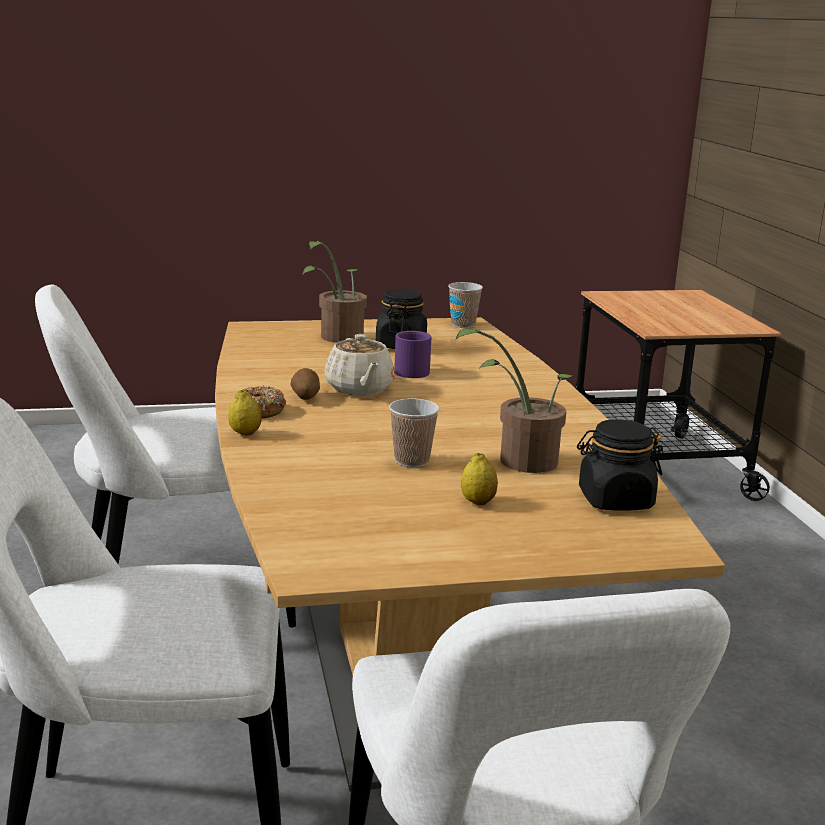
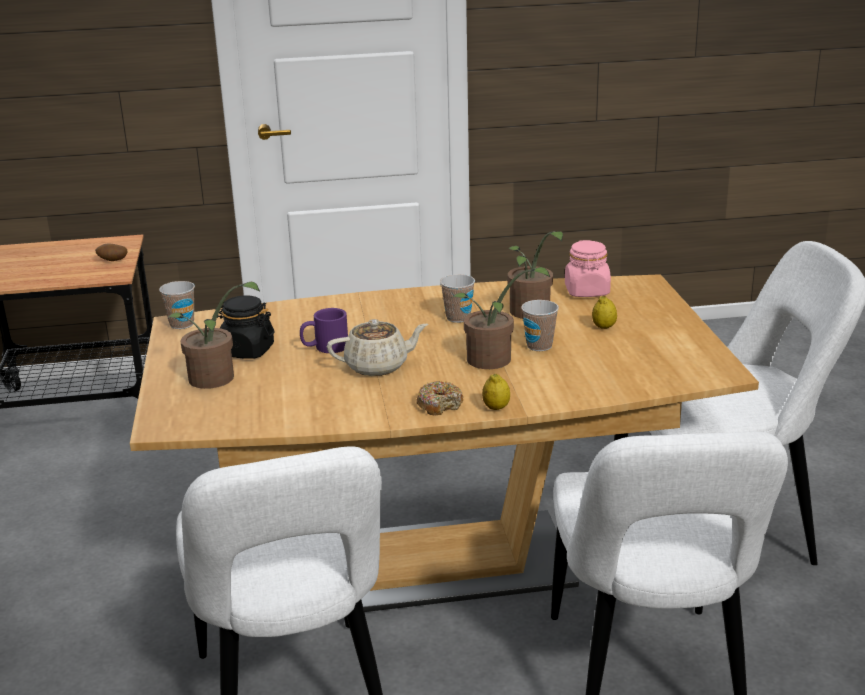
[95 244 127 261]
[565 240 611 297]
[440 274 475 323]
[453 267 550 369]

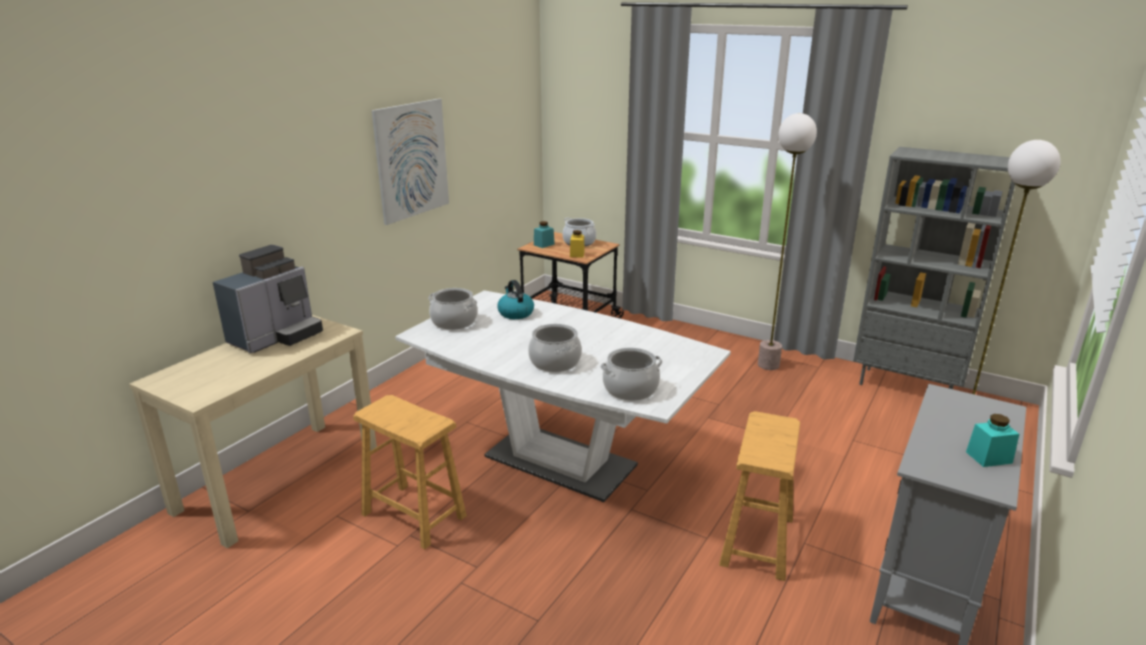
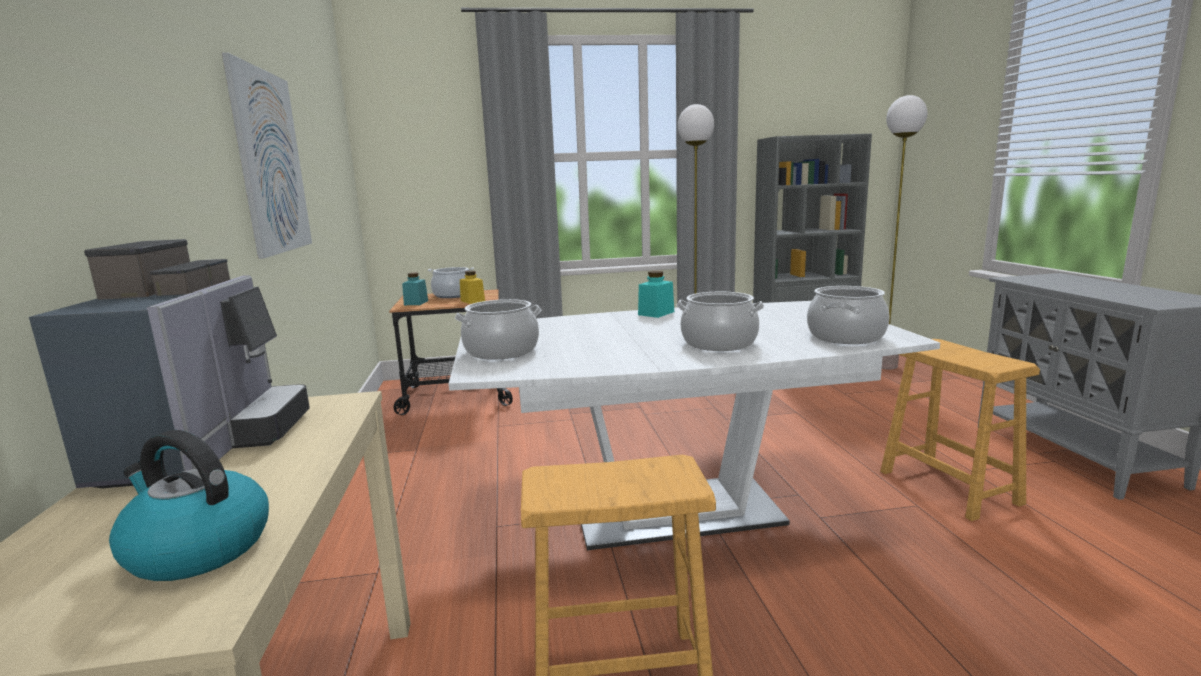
[109 430 269 581]
[638 271 674 318]

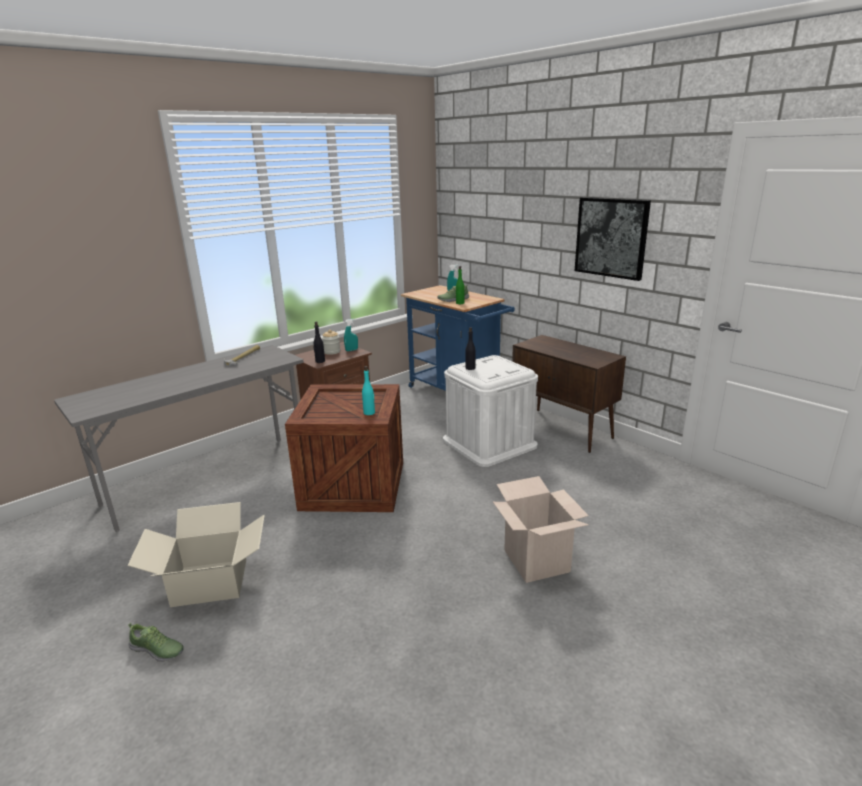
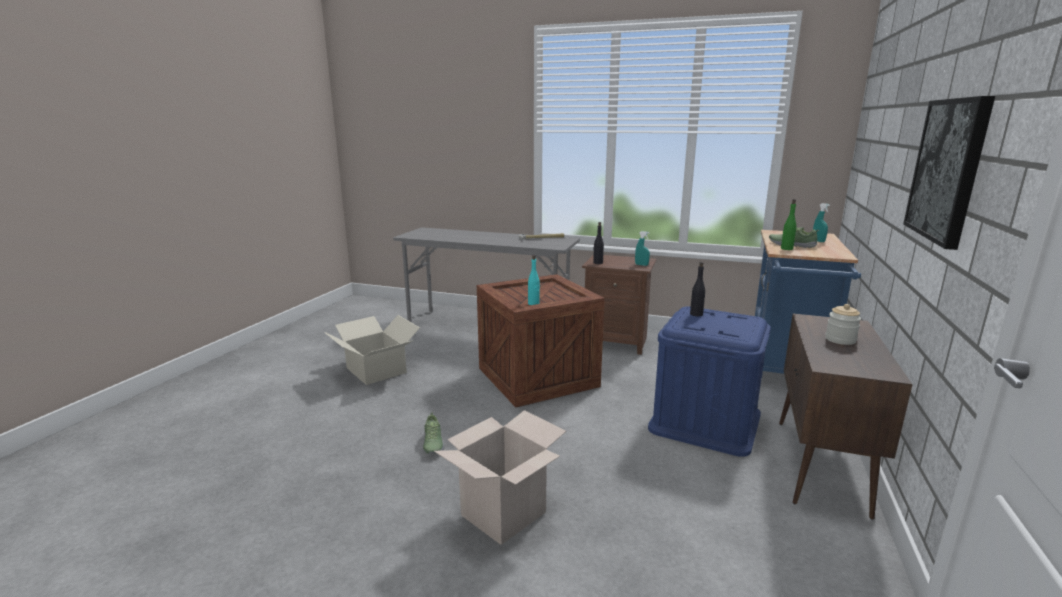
[422 412 444 455]
[825 304 861 345]
[648 306 771 457]

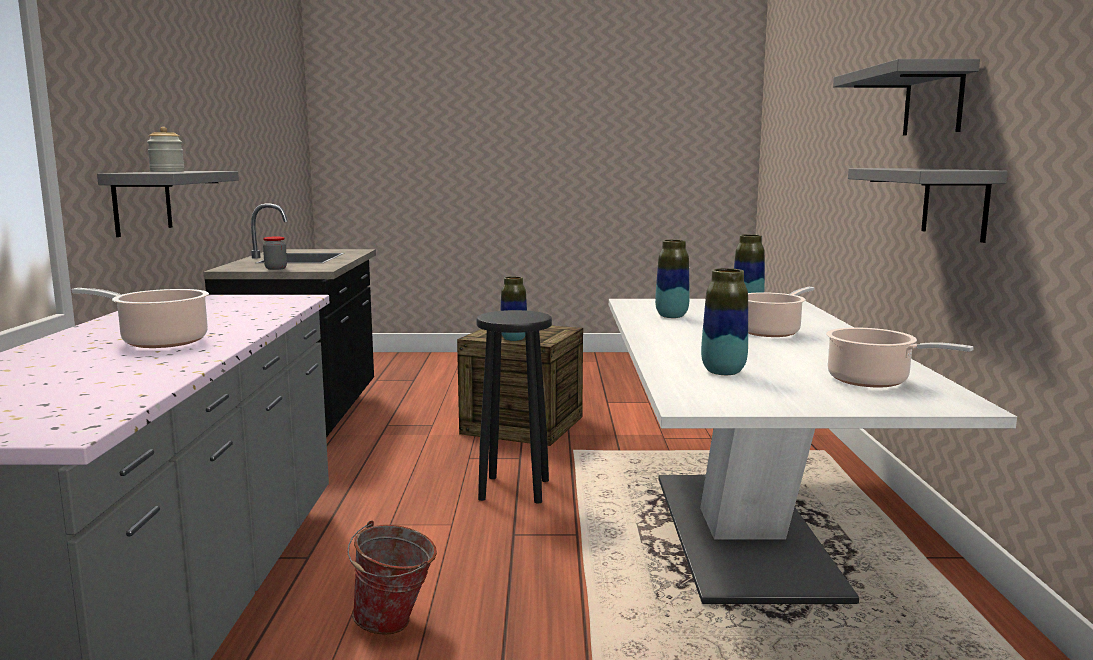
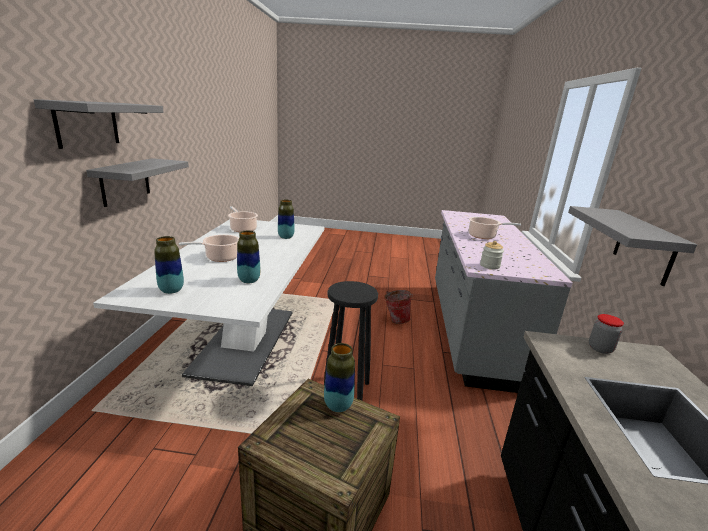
[480 241 504 269]

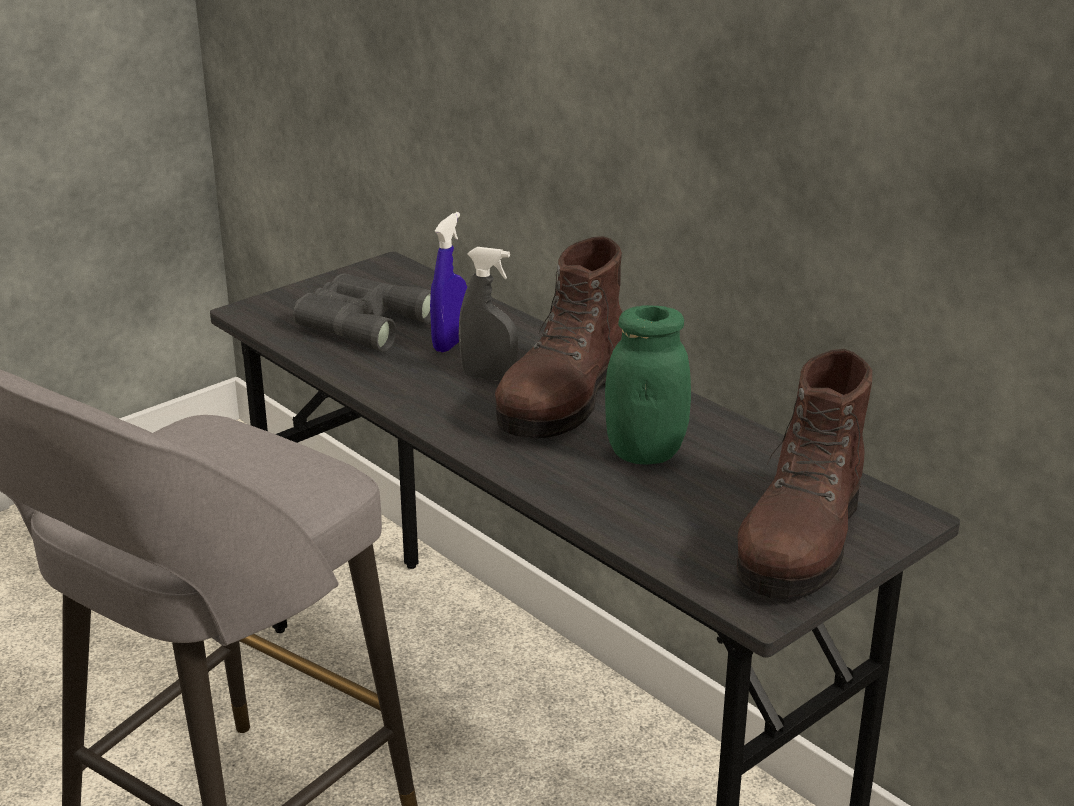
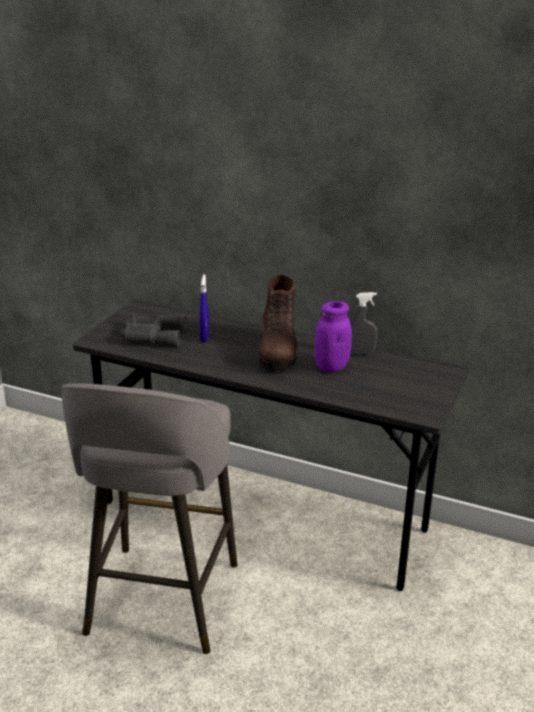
[350 292 377 354]
[314 301 352 372]
[737 349 872 599] (first image)

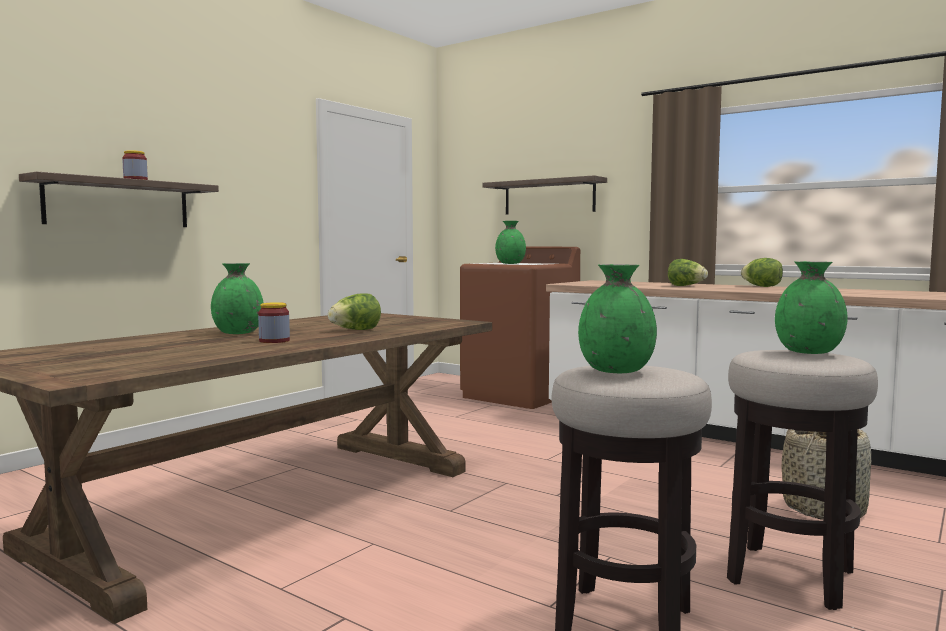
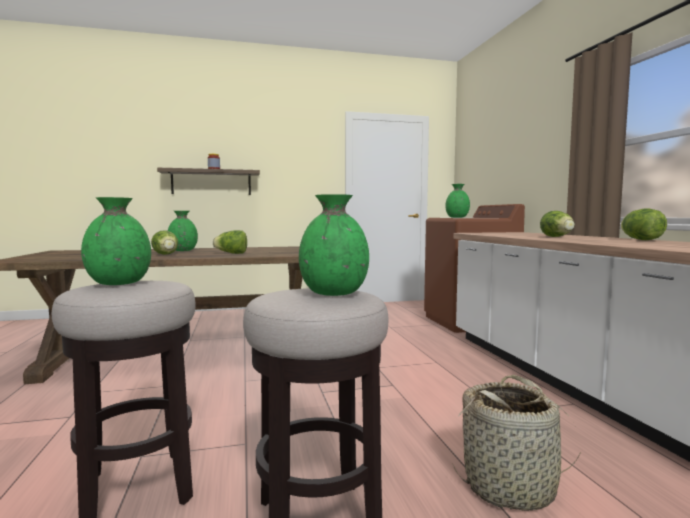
[151 230 178 255]
[482 175 607 214] (first image)

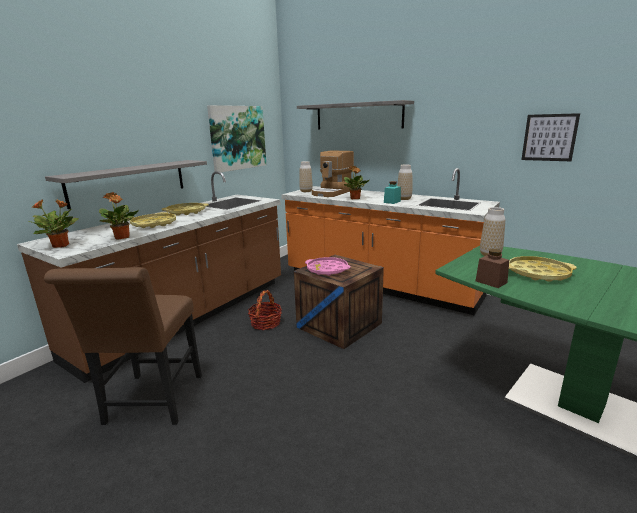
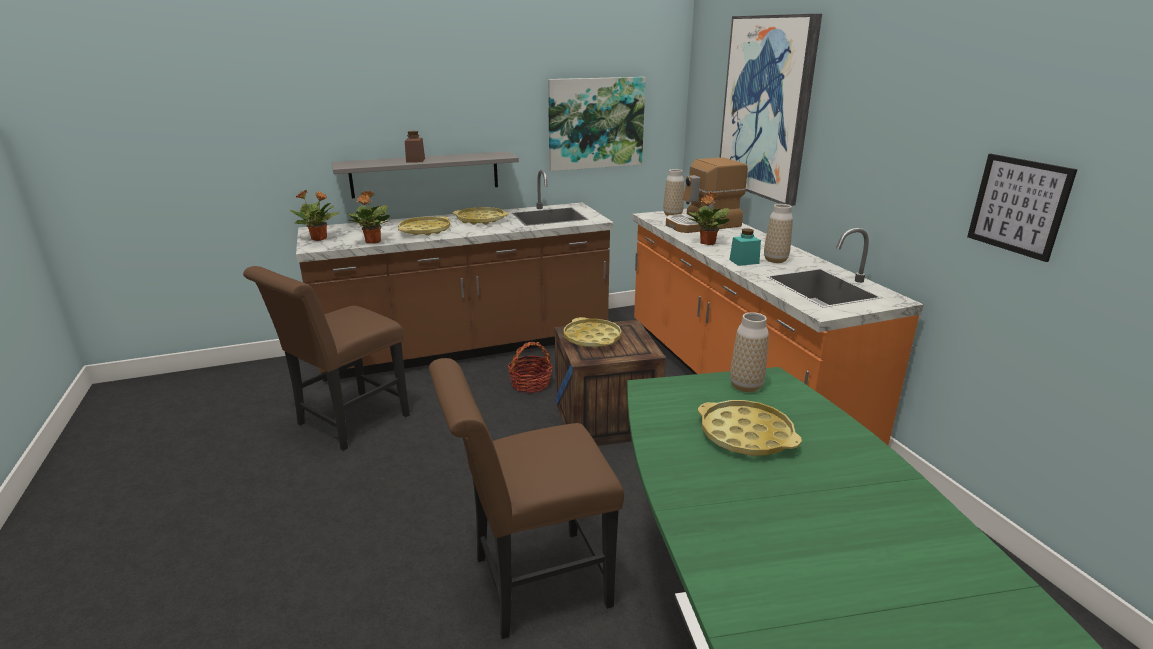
[720 14 822 206]
[564 317 621 347]
[405 131 425 163]
[429 358 624 639]

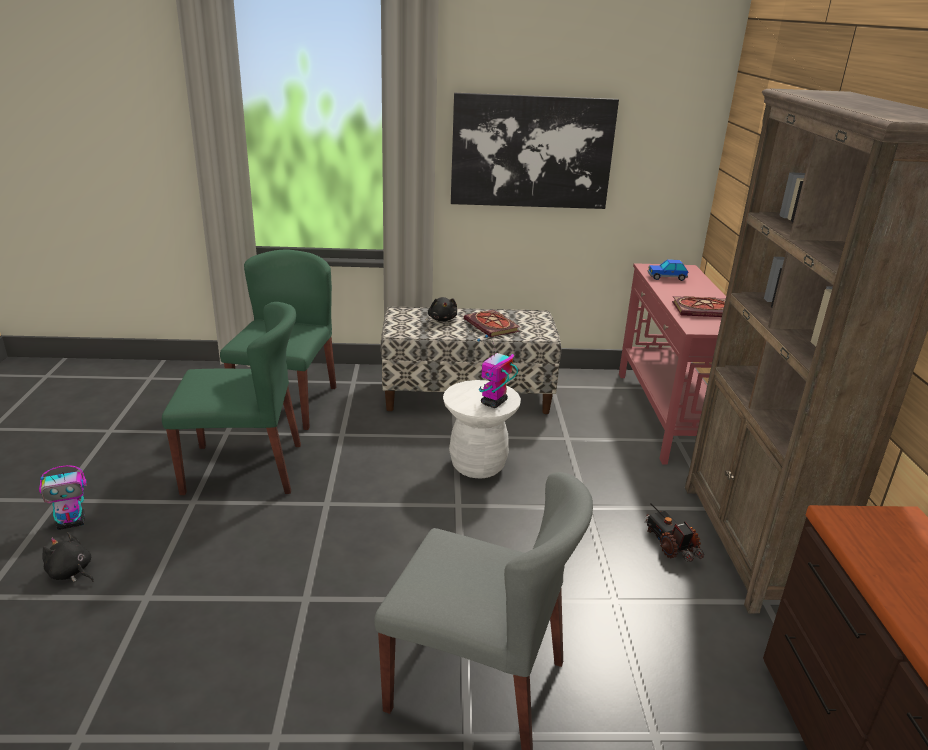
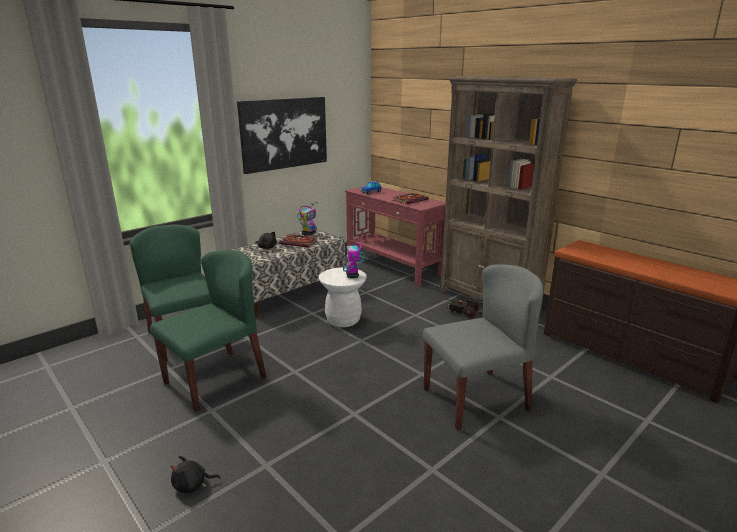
[297 202 318 236]

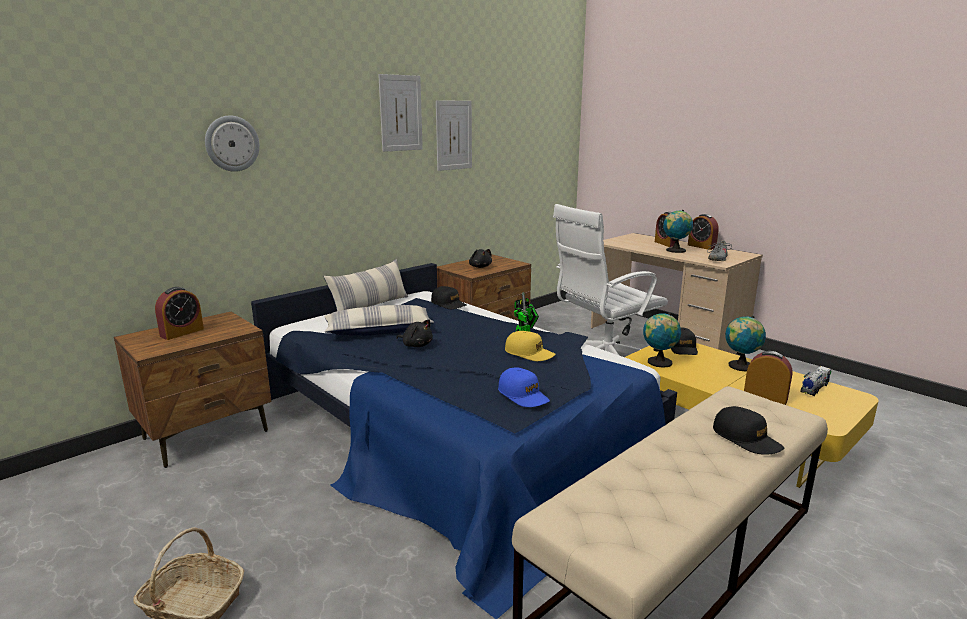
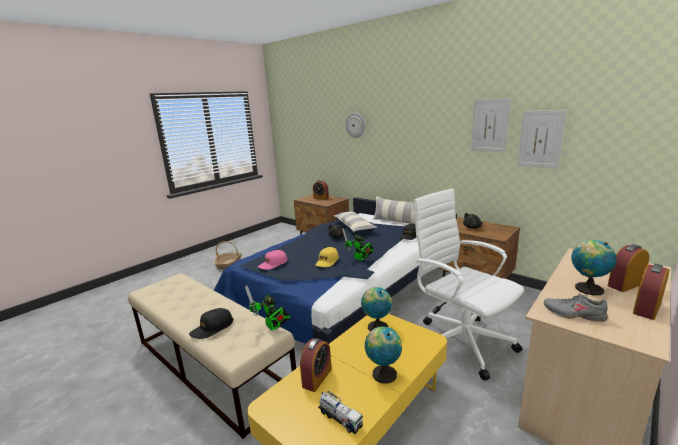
[518 110 567 168]
[258 250 287 270]
[671 328 698 355] (first image)
[245 286 291 330]

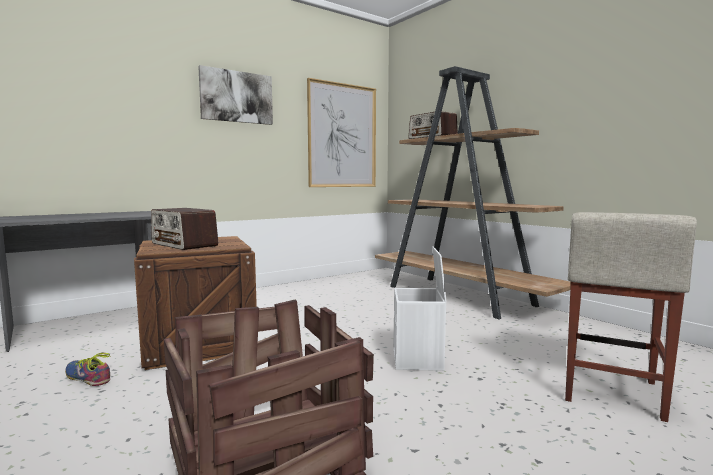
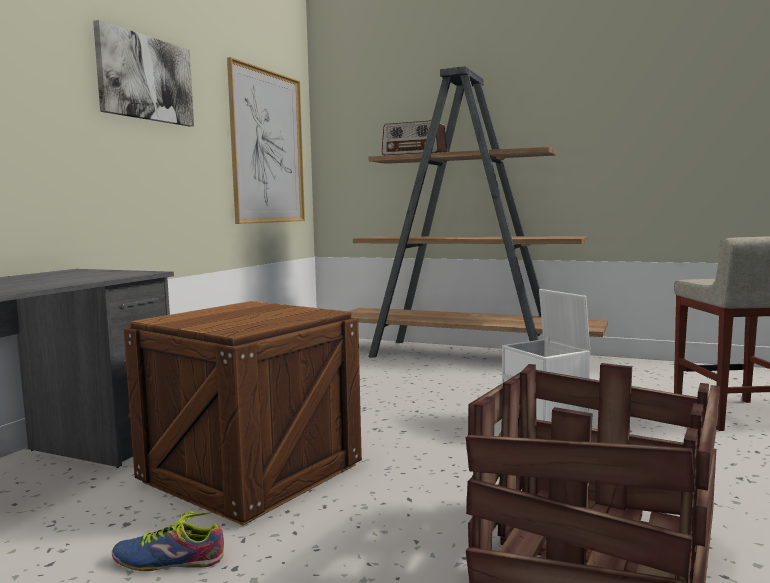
[151 208 218 250] (first image)

